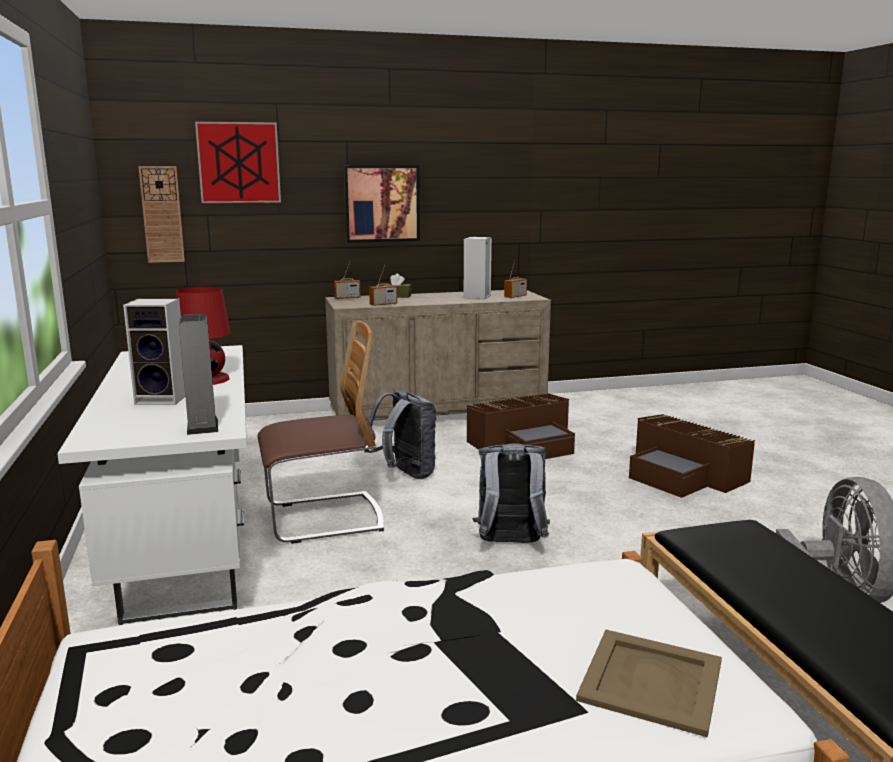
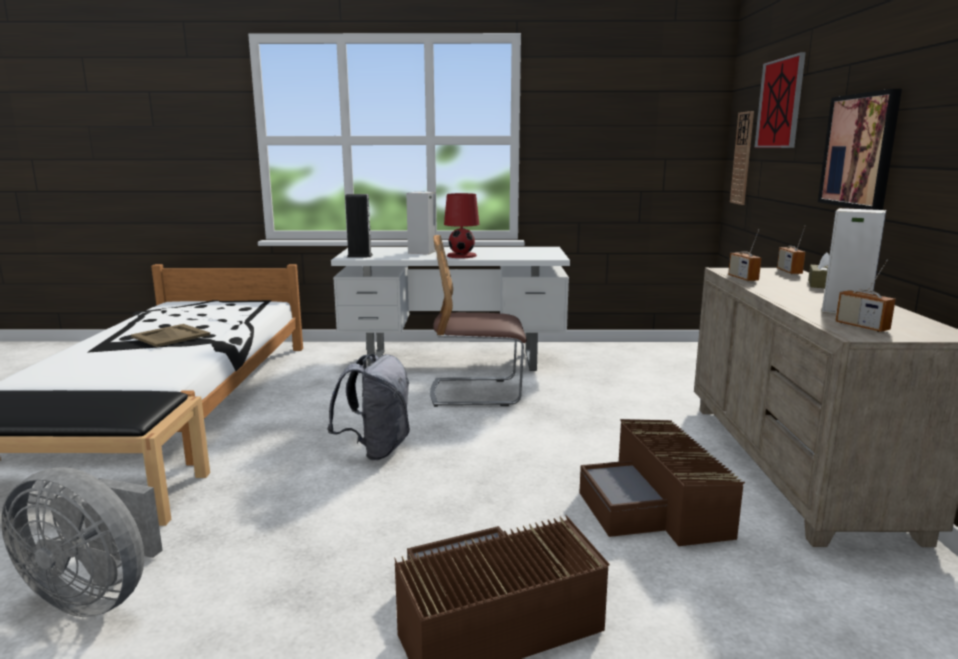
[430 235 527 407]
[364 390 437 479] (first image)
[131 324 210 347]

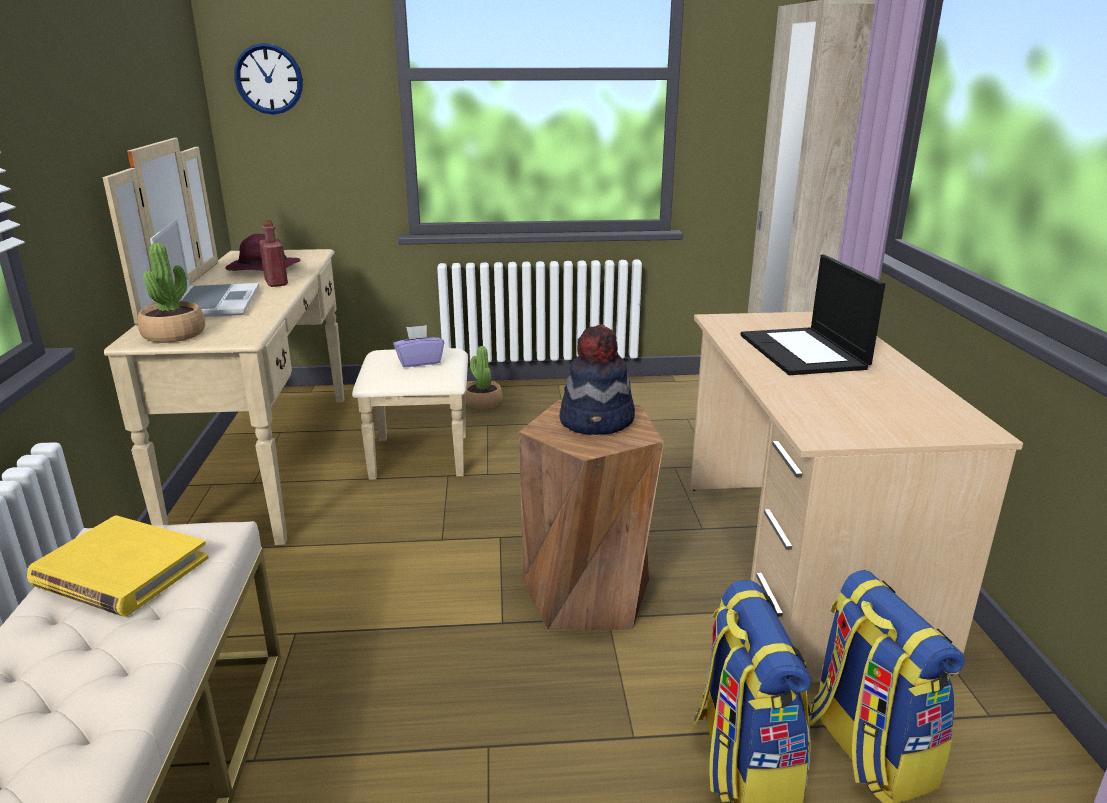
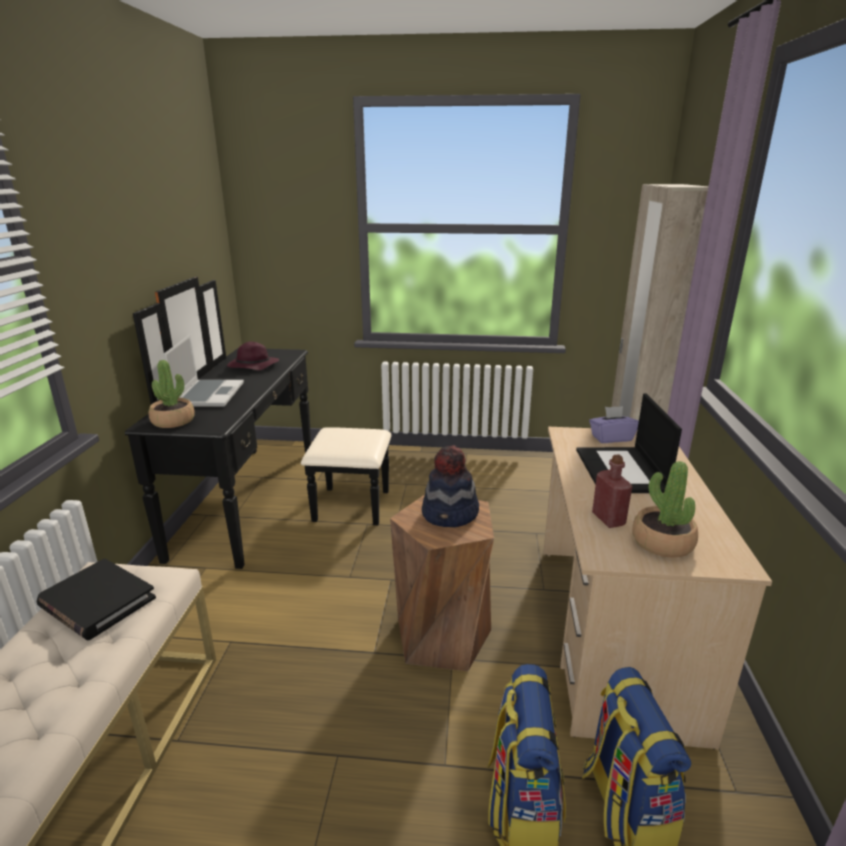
[37 558 156 640]
[125 277 391 569]
[234 43 303 115] (first image)
[592 454 633 528]
[589 406 639 443]
[632 461 698 558]

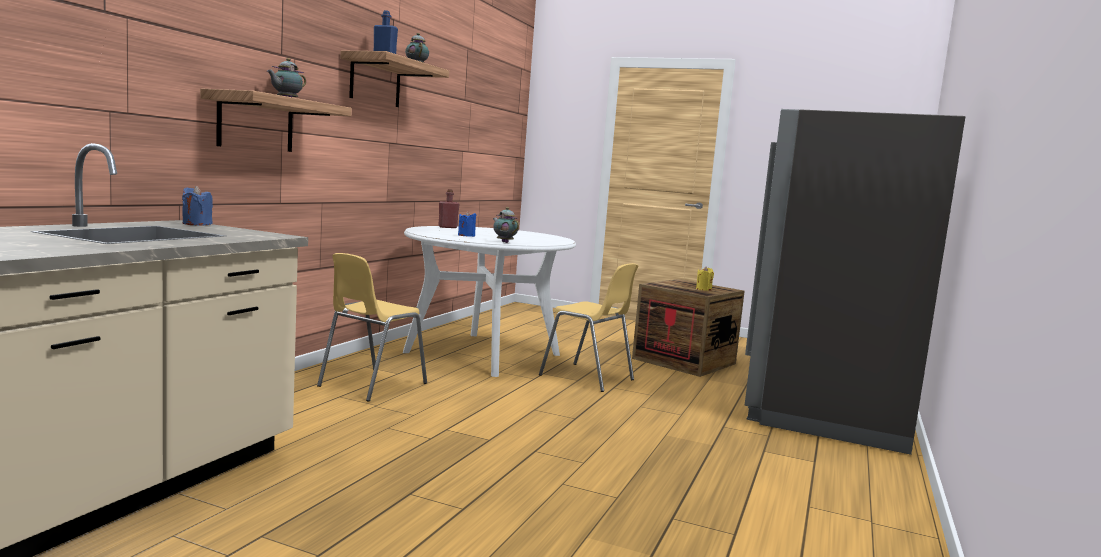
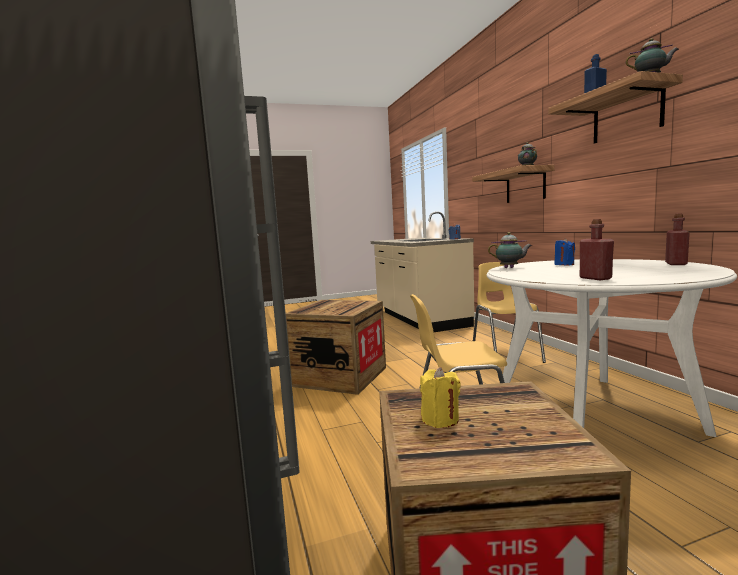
[286 300 386 395]
[580 219 614 280]

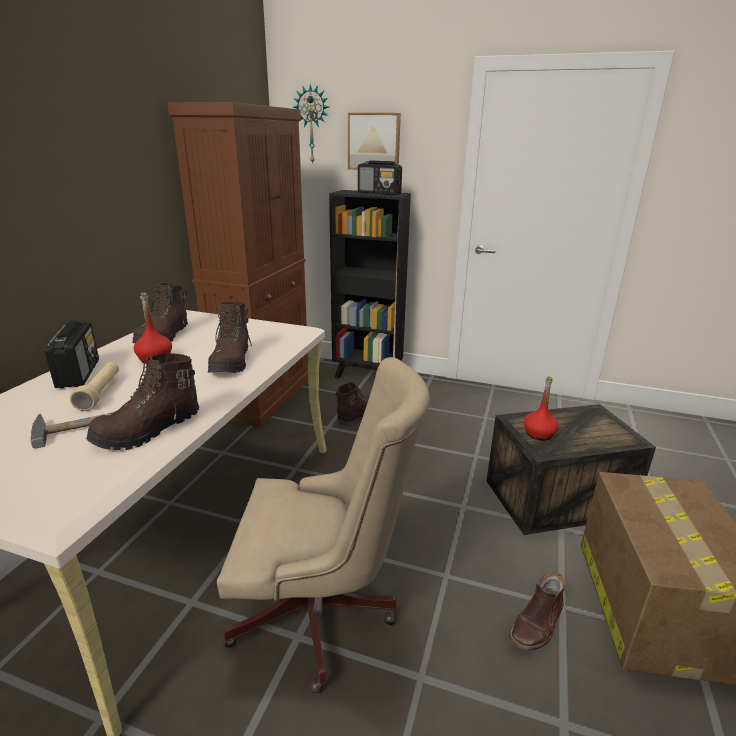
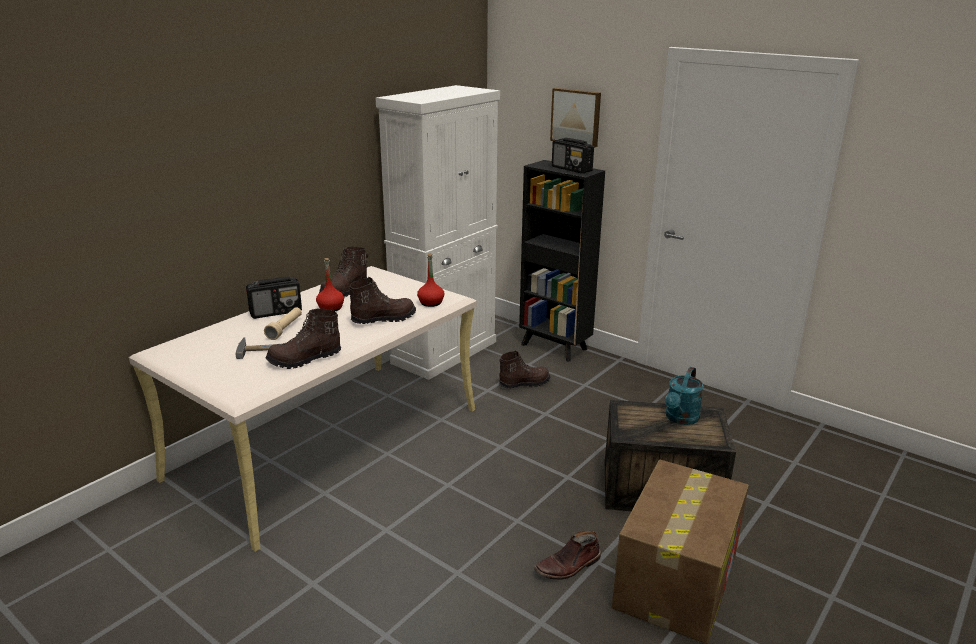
[246 276 302 319]
[376 85 500 380]
[349 277 416 324]
[217 357 430 694] (first image)
[293 83 329 164] (first image)
[417 253 444 307]
[665 367 703 425]

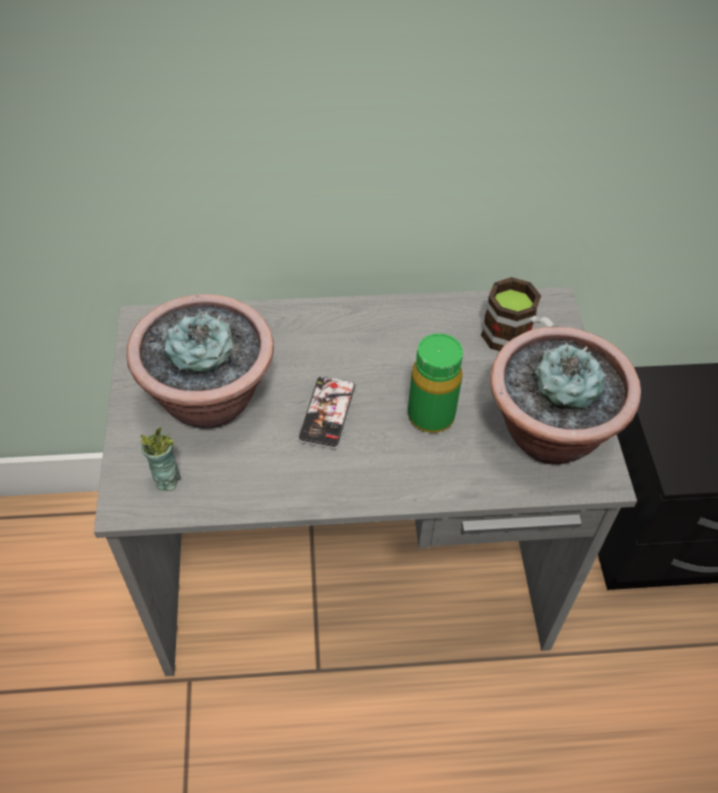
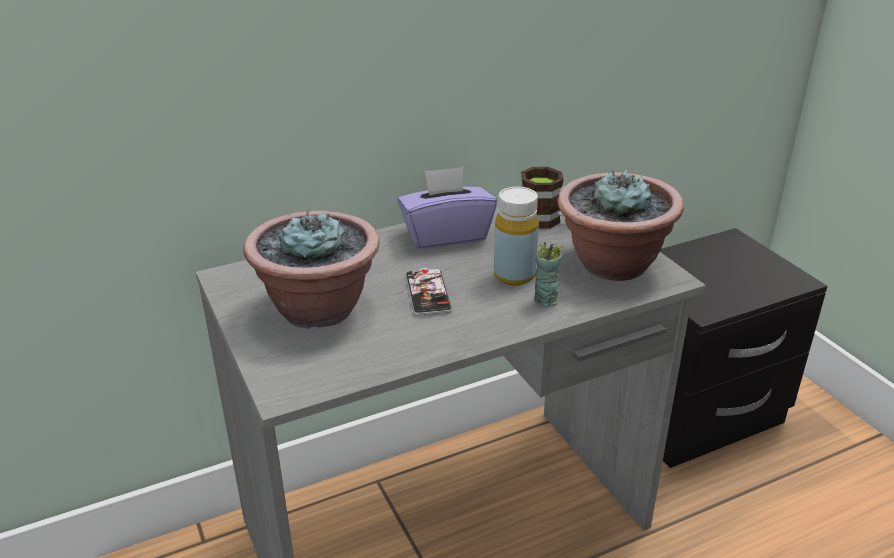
[534 242 564 307]
[494 187 539 285]
[398 167 497 249]

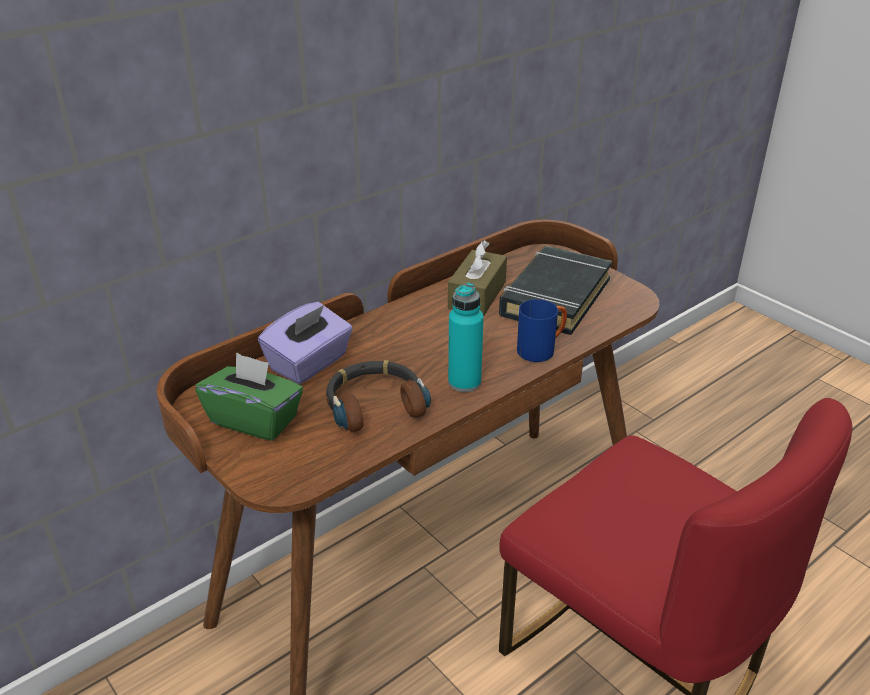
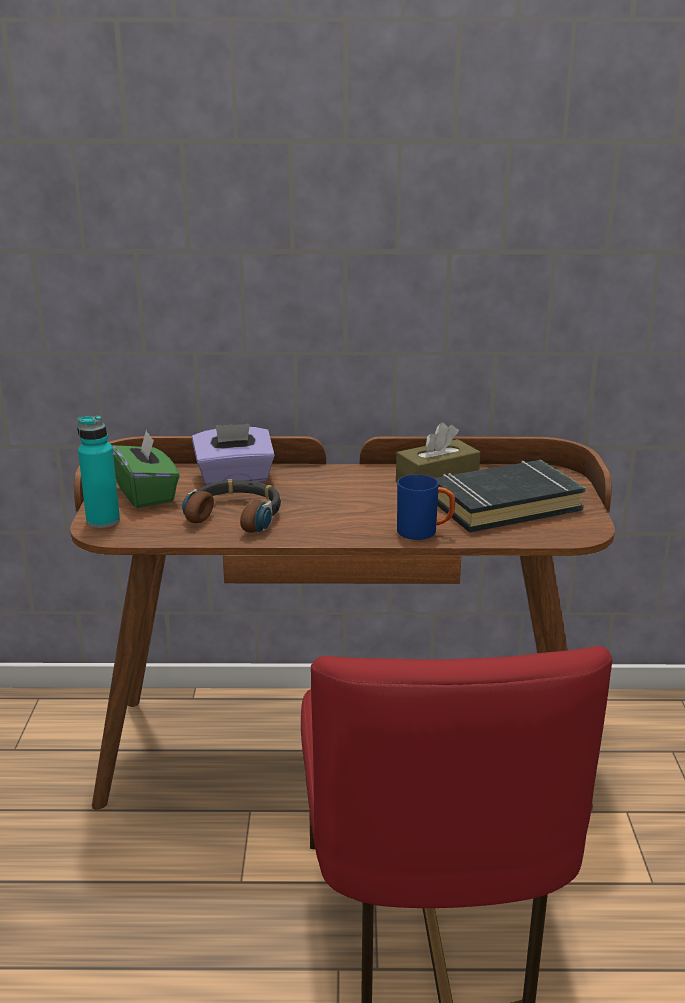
[77 416 120 528]

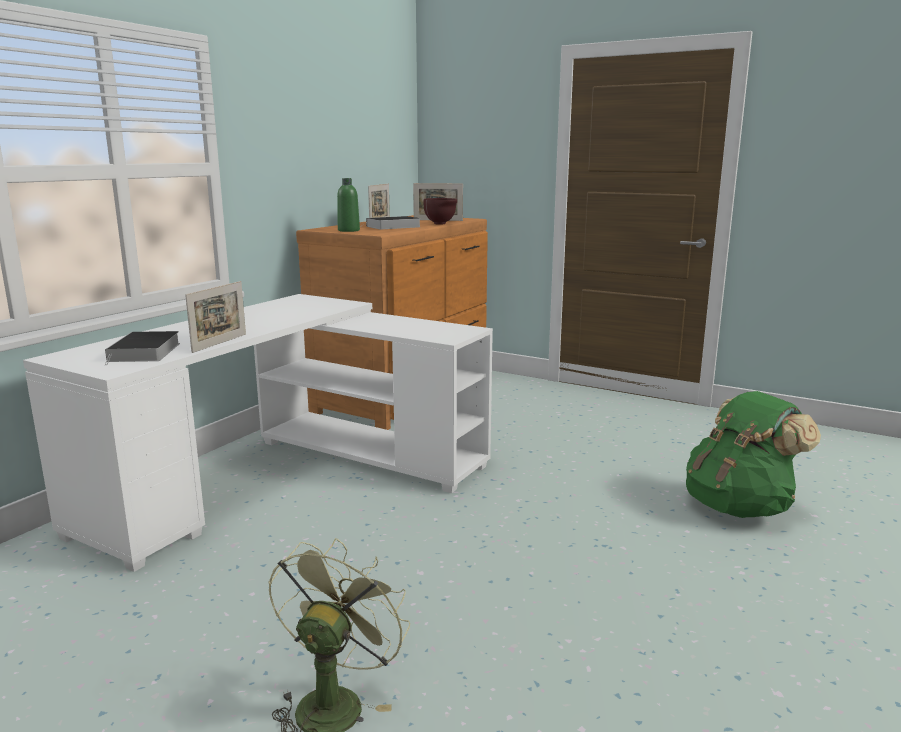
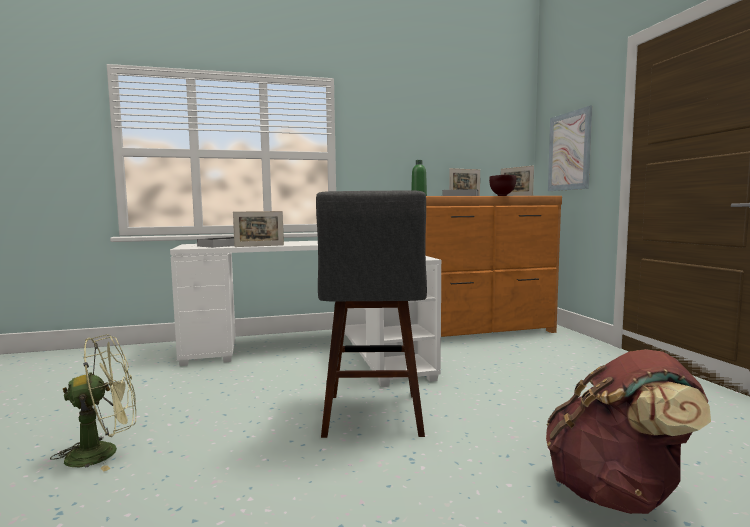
[546 349 711 514]
[316 190 427 438]
[548 106 592 191]

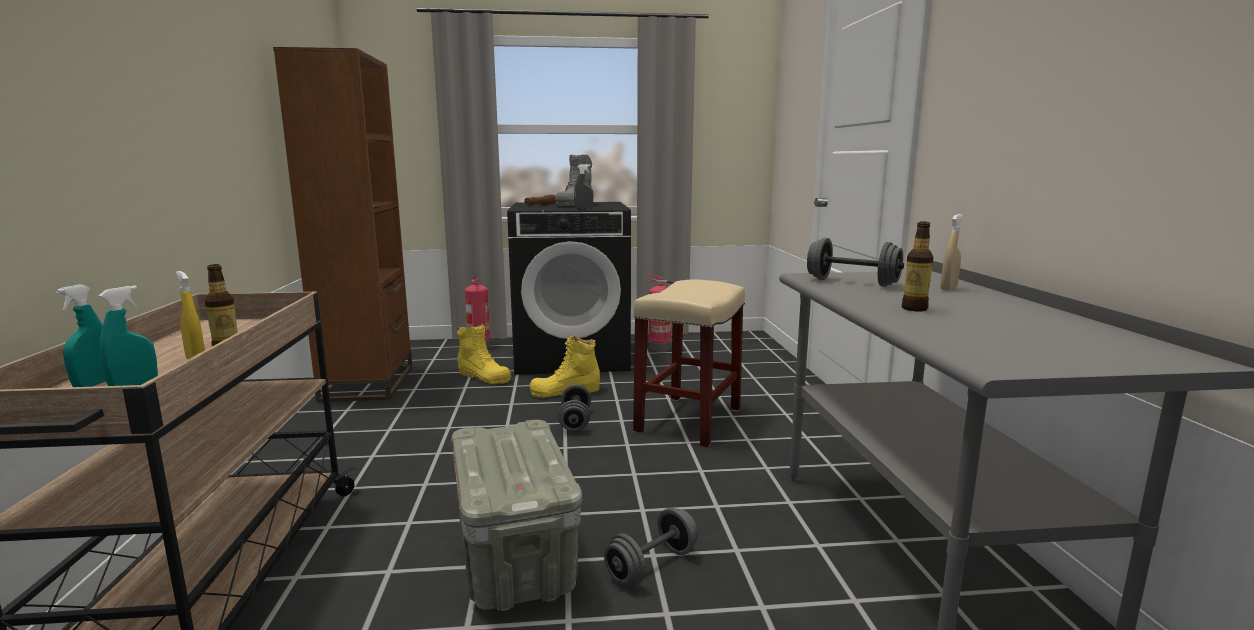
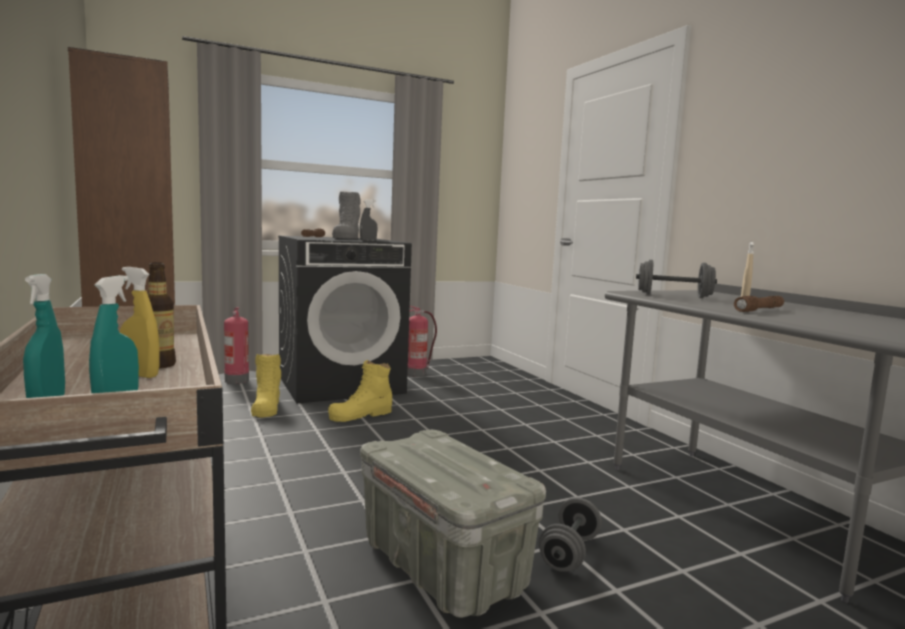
[251 354 281 417]
[558 384 591 431] (first image)
[633 280 745 447] (first image)
[734 296 784 312]

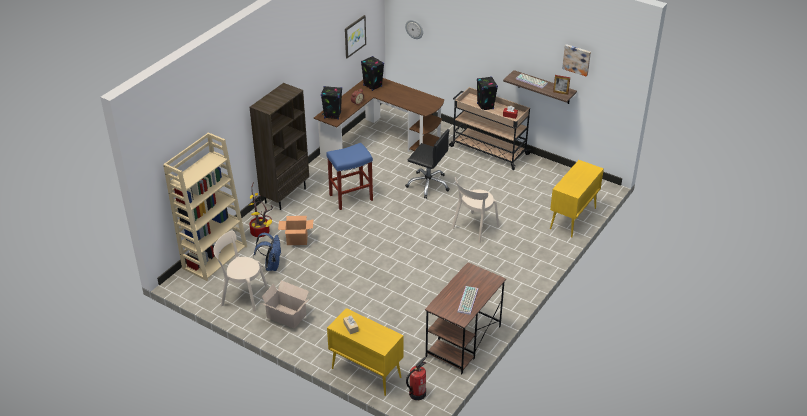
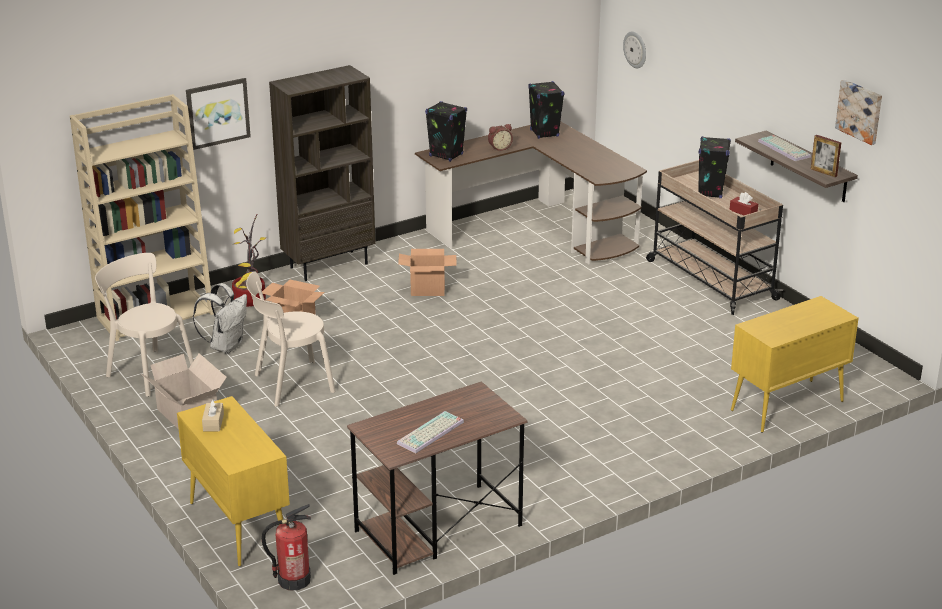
[193 283 247 353]
[398 249 456 296]
[186 78 251 150]
[405 129 450 198] (first image)
[246 271 336 407]

